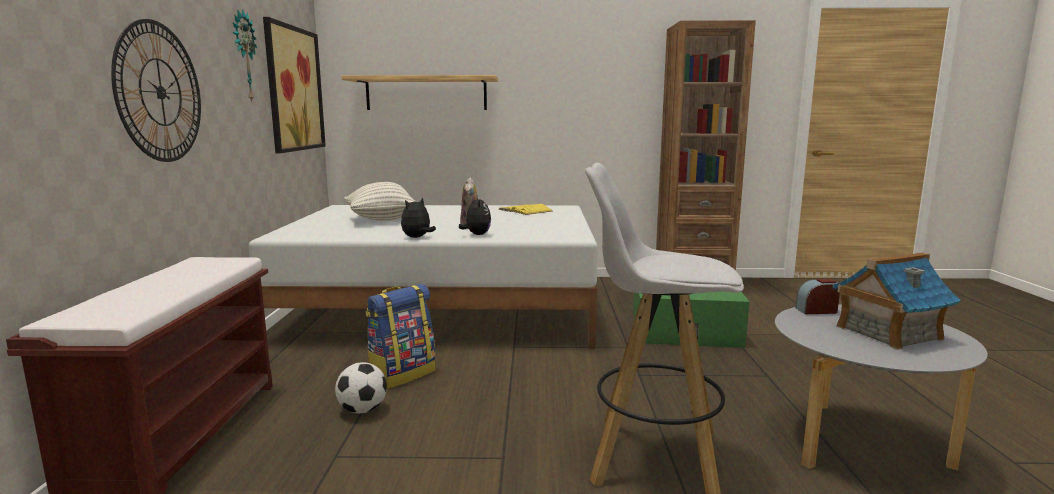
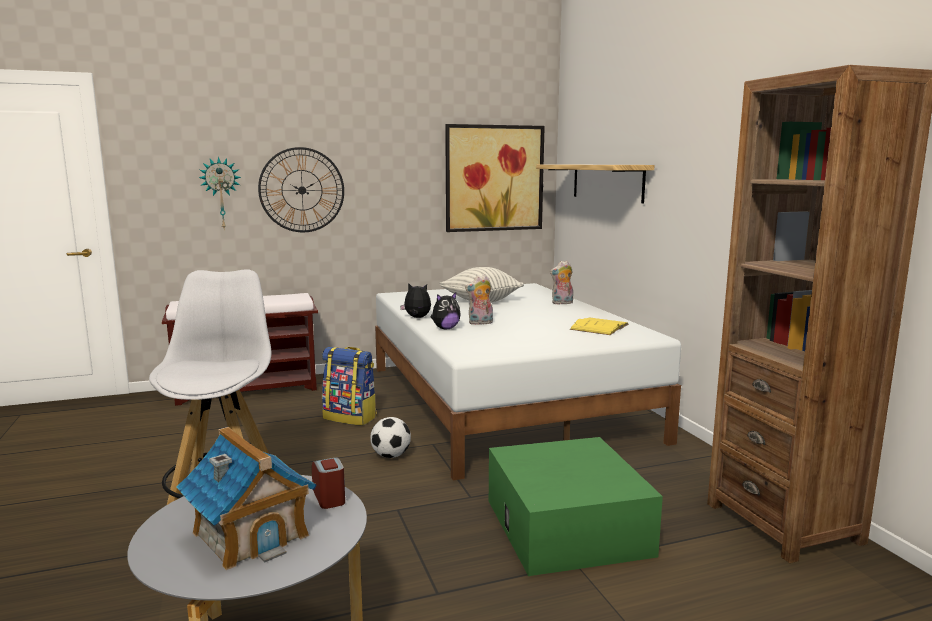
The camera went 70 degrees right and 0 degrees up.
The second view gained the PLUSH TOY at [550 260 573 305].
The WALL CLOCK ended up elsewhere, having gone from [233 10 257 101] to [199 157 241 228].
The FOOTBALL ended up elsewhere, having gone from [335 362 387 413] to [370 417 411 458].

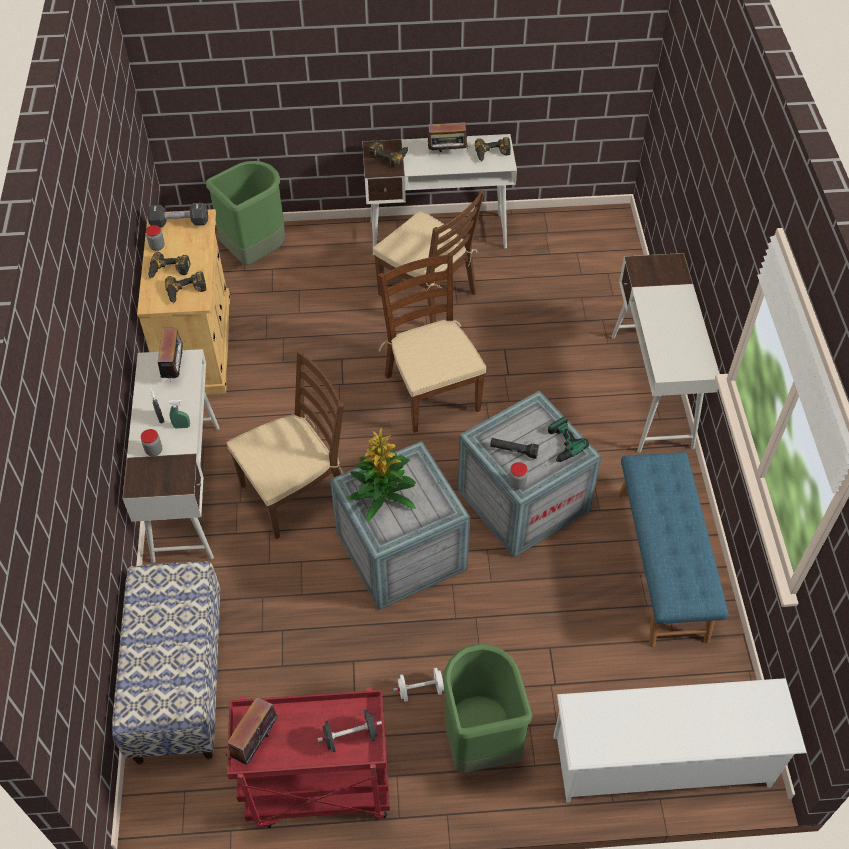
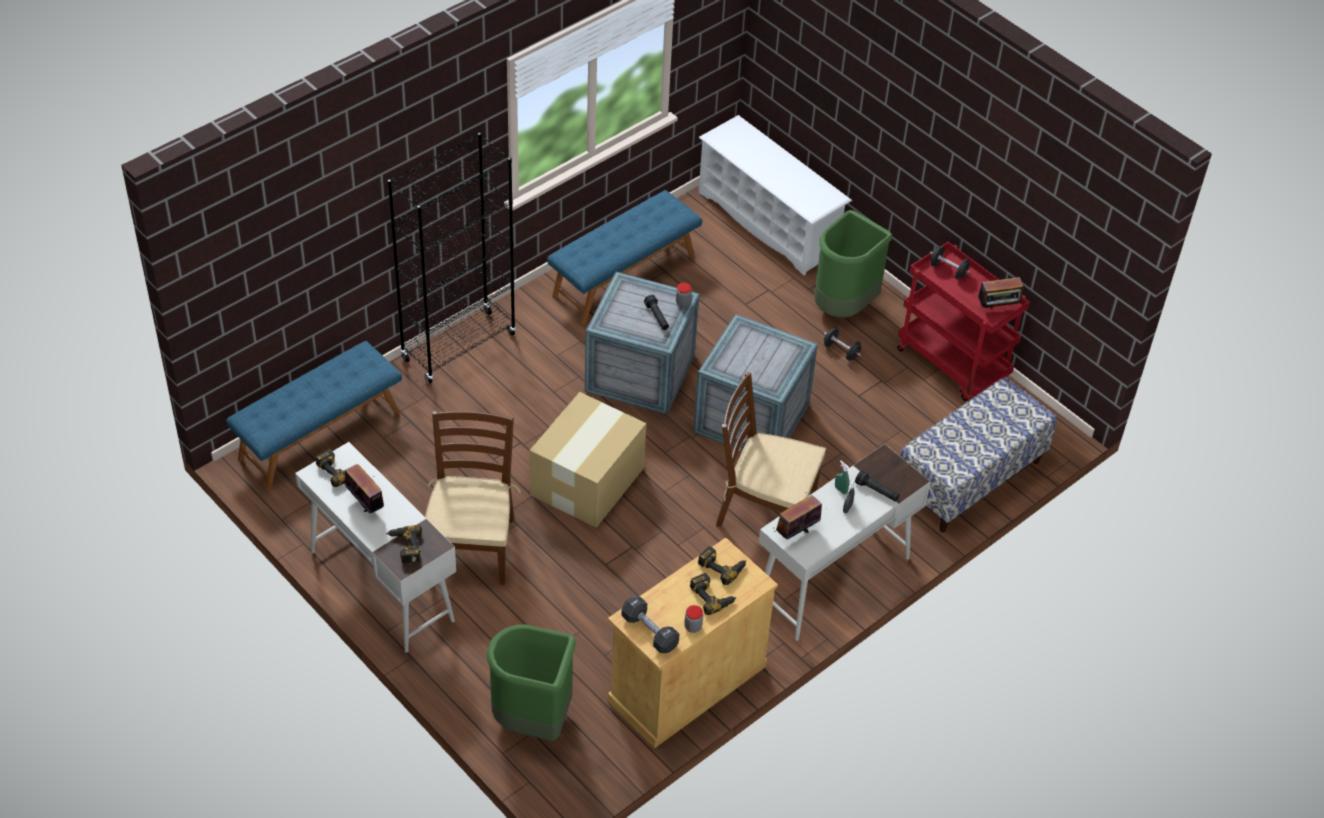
The camera went 130 degrees left and 5 degrees down.
The second view lost the POTTED PLANT at [348 427 416 522].
The second view lost the POWER DRILL at [548 417 589 465].
The second view gained the BLUE BENCH at [226 341 402 490].
Where the JAR stood at [141 429 162 456], the BLACK FLASHLIGHT came to stand at [855 471 899 502].
Where the BROWN CHAIR stood at [378 253 486 433], the CARDBOARD BOX came to stand at [529 392 646 528].
Where the WHITE DESK stood at [611 253 720 453], the BLACK BOOKCASE came to stand at [388 132 516 383].
What was the WHITE DUMBBELL at [393 668 444 702] turned into the BLACK DUMBBELL at [824 327 861 361].

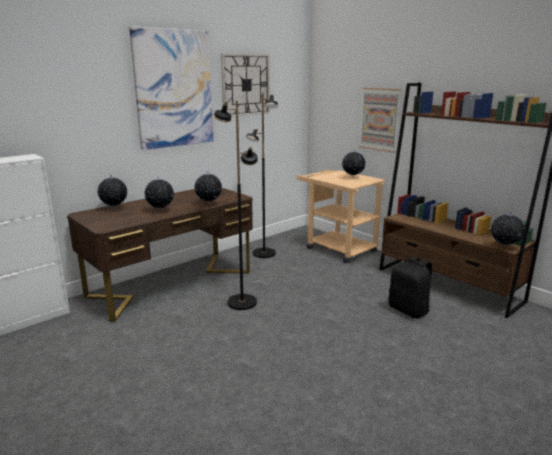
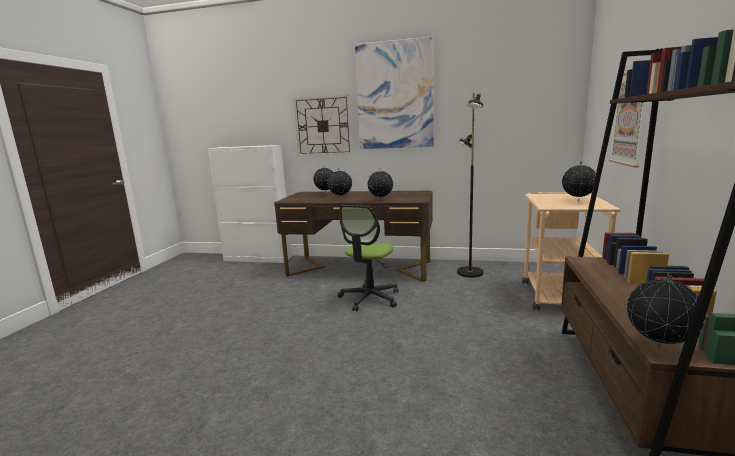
The camera went 55 degrees right and 5 degrees down.
The second view lost the BLACK BACKPACK at [389 256 432 318].
The WALL CLOCK ended up elsewhere, having gone from [221 53 270 117] to [293 95 352 156].
Where the BLACK FLOOR LAMP stood at [213 101 258 310], the OFFICE CHAIR came to stand at [338 205 399 311].

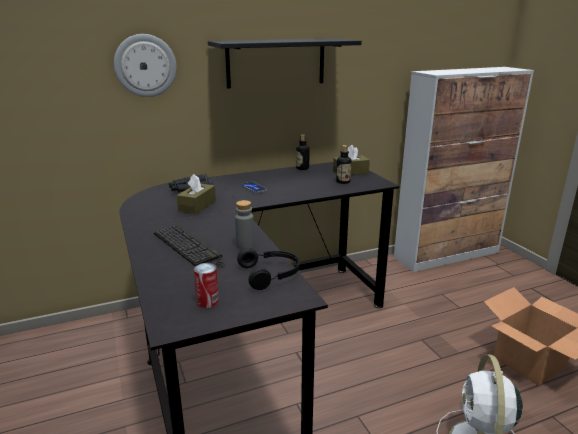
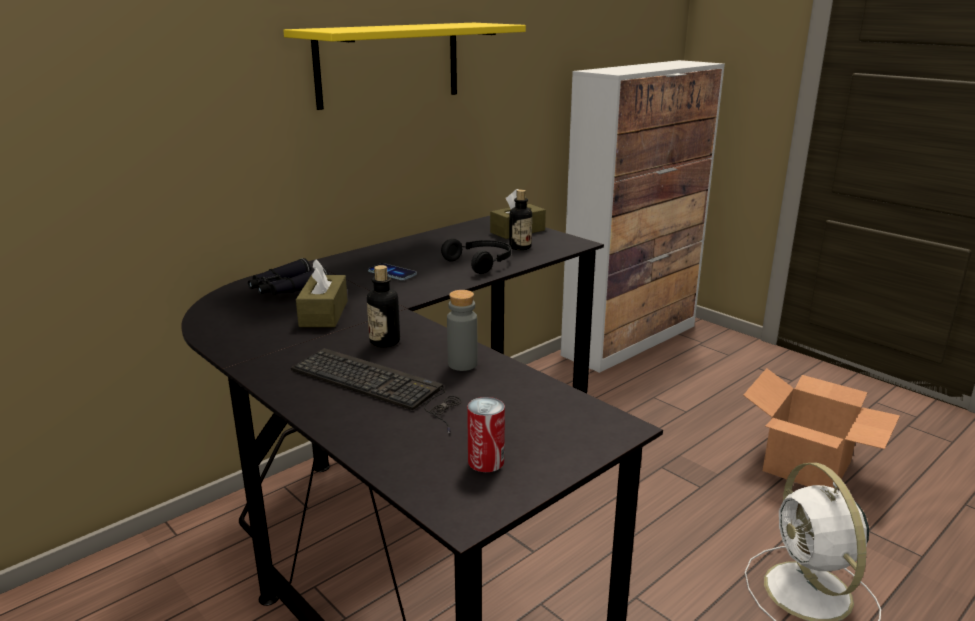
The camera went 20 degrees left and 0 degrees up.
The second view lost the WALL CLOCK at [114 34 177 97].
The BLACK HEADPHONES ended up elsewhere, having gone from [237 248 300 290] to [441 239 511 274].
The BOTTLE ended up elsewhere, having gone from [296 134 310 170] to [367 265 400 347].
What was the BLACK SHELF at [208 39 362 88] turned into the YELLOW SHELF at [283 23 526 110].

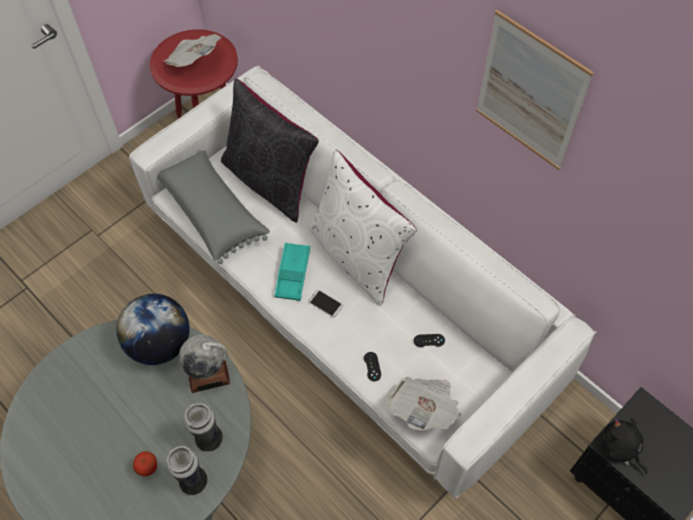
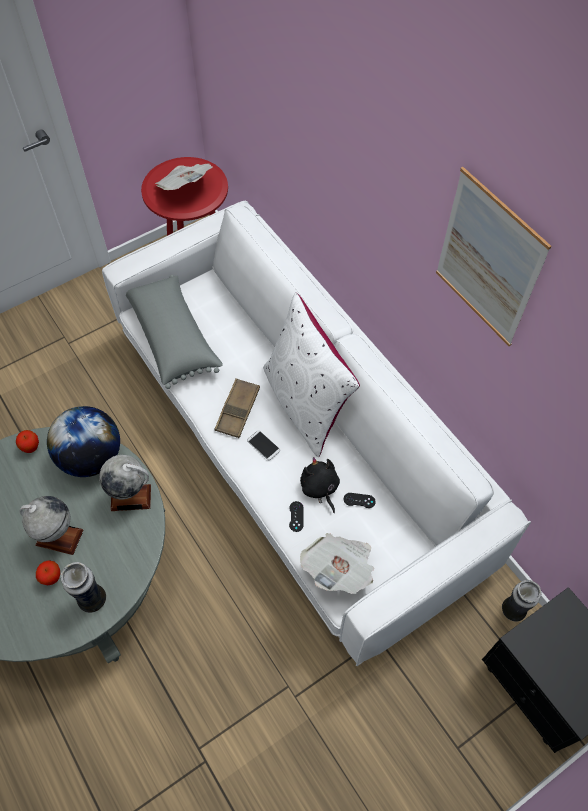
The camera went 10 degrees right and 0 degrees up.
The second view lost the BLACK PILLOW at [221 78 319 223].
The second view gained the APPLE at [16 430 39 453].
The second view gained the GLOBE at [19 496 84 555].
The VASE ended up elsewhere, having gone from [184 403 223 452] to [502 580 542 622].
The BLACK PLUSH TOY ended up elsewhere, having gone from [602 418 647 474] to [300 457 340 513].
What was the TURQUOISE TRAY at [274 243 310 301] turned into the BROWN TRAY at [215 378 260 438].

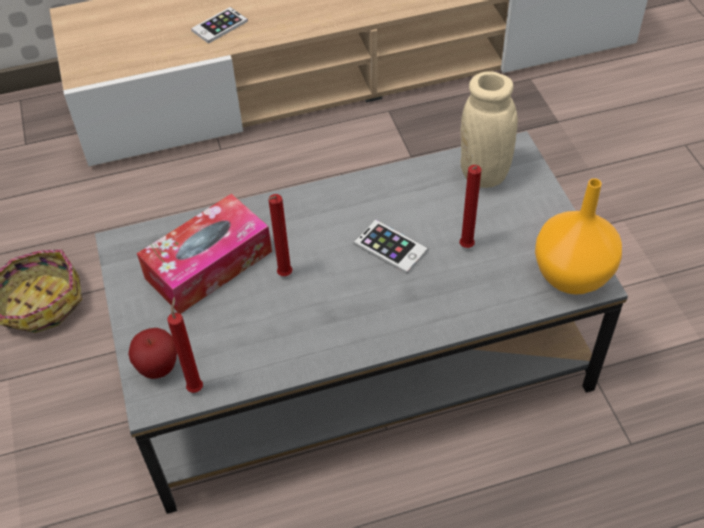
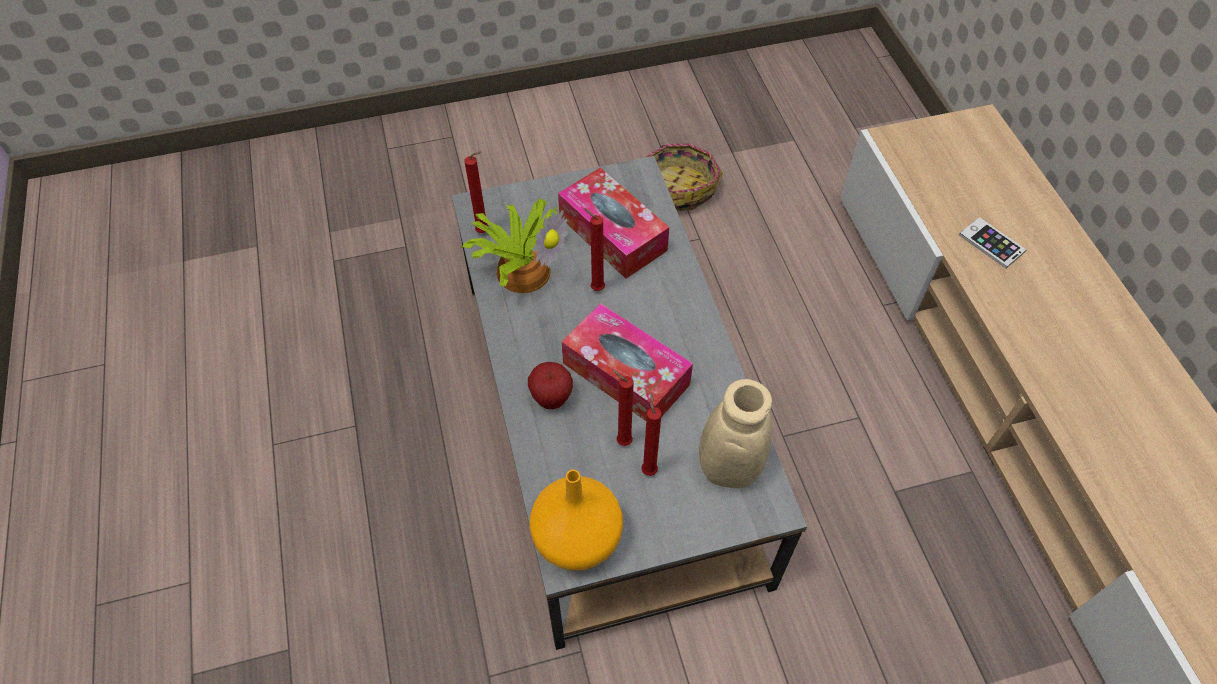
The camera went 90 degrees right and 5 degrees up.
The second view gained the POTTED PLANT at [461 198 568 293].
The second view gained the RED CANDLE at [642 393 662 476].
The APPLE ended up elsewhere, having gone from [128 328 177 379] to [528 362 573 409].
Where the PHONE stood at [354 220 428 274], the TISSUE BOX came to stand at [562 303 693 421].

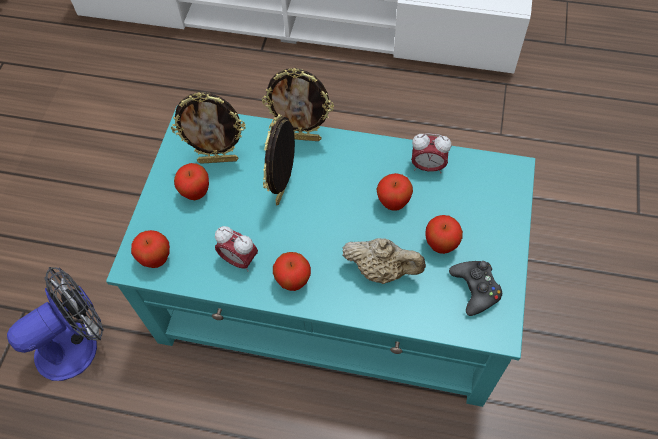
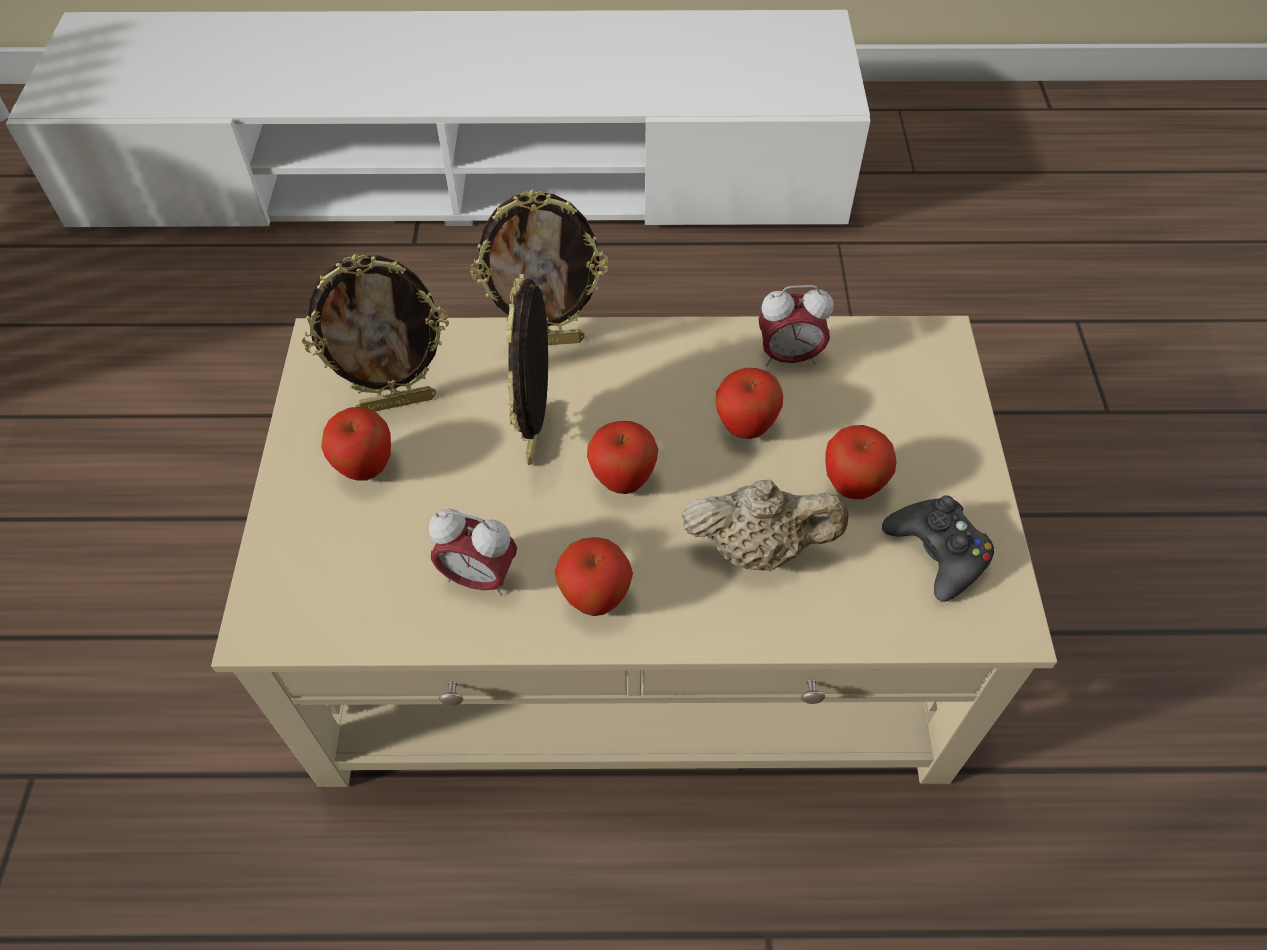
The camera went 15 degrees left and 5 degrees down.
The second view lost the FAN at [7 267 104 381].
The APPLE ended up elsewhere, having gone from [131 230 170 268] to [587 421 658 494].
What was the TURQUOISE COFFEE TABLE at [106 105 535 407] turned into the BEIGE COFFEE TABLE at [211 316 1057 787].

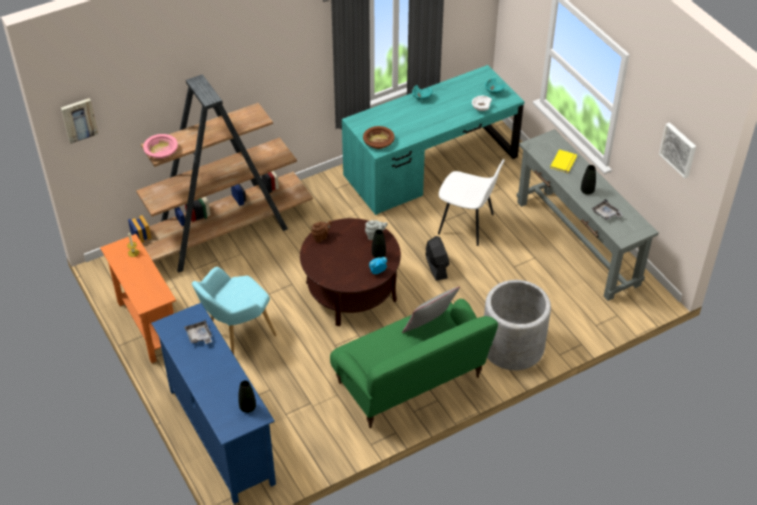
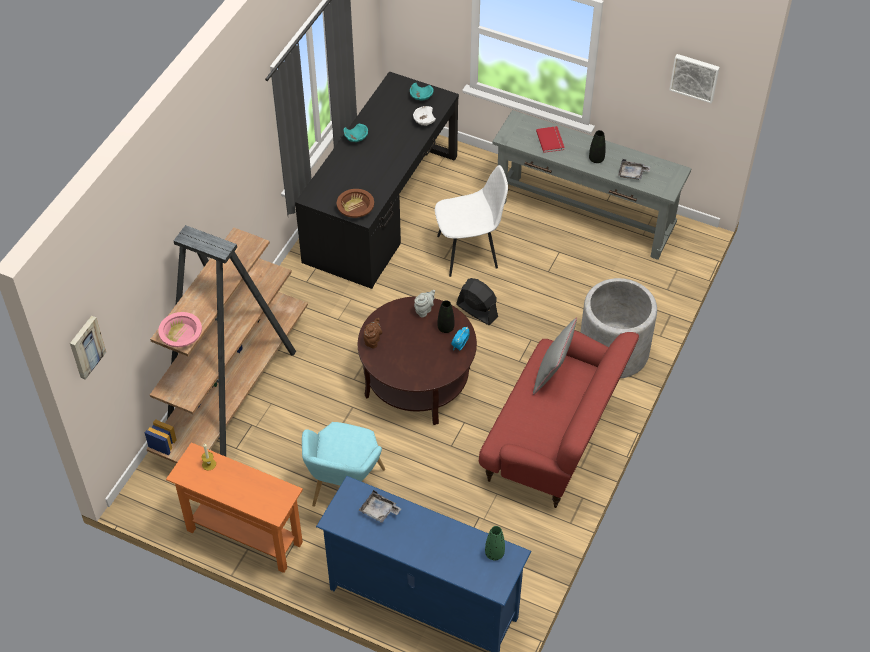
The camera went 35 degrees left and 5 degrees up.
What was the BLACK VASE at [238 380 256 413] turned into the GREEN VASE at [485 526 505 560].
What was the GREEN SOFA at [330 299 498 428] turned into the RED SOFA at [479 330 639 508].
What was the TURQUOISE DESK at [342 65 525 215] turned into the BLACK DESK at [295 71 459 289].
What was the YELLOW BOOK at [550 149 577 173] turned into the RED BOOK at [536 126 565 153].

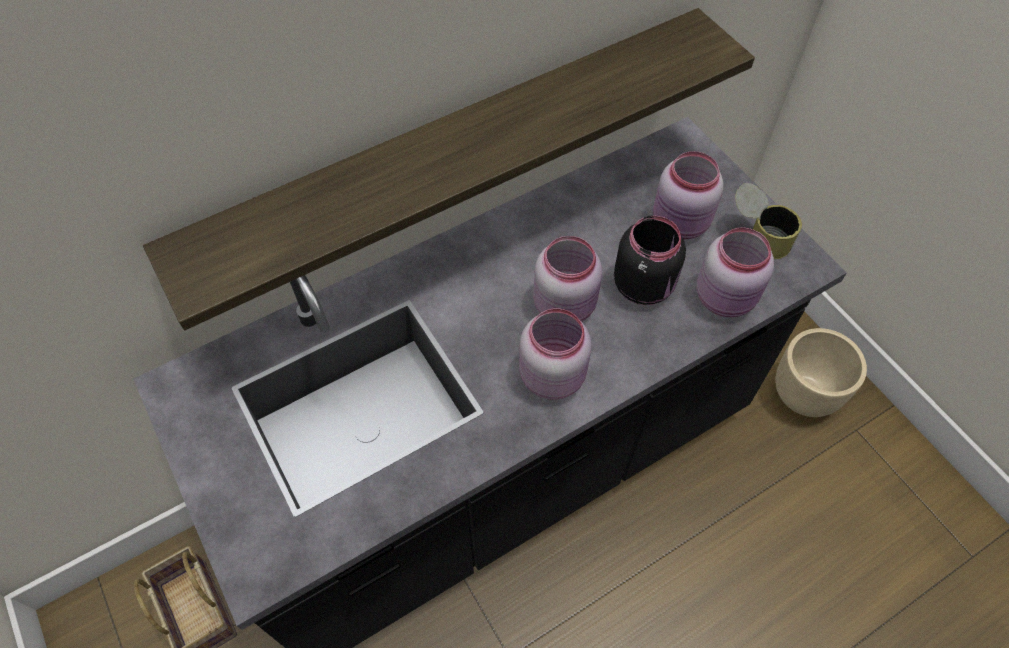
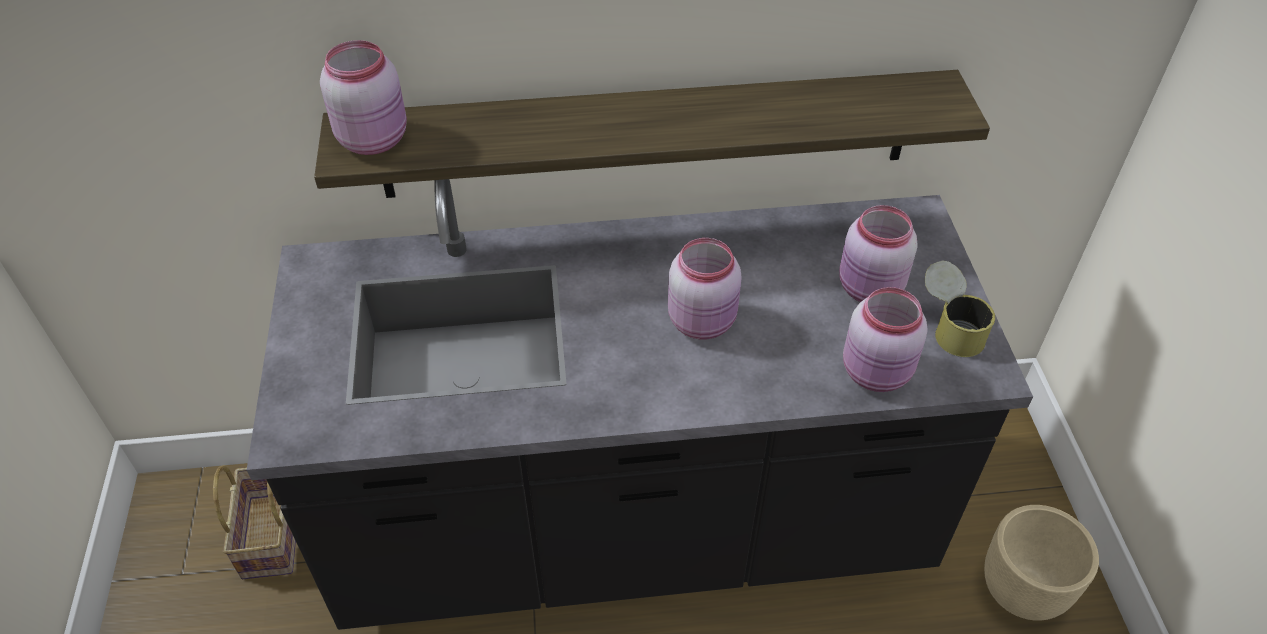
The camera went 25 degrees right and 10 degrees down.
The second view lost the BLACK JAR at [614 216 686 305].
The PINK JAR ended up elsewhere, having gone from [519 308 591 400] to [320 40 407 155].

